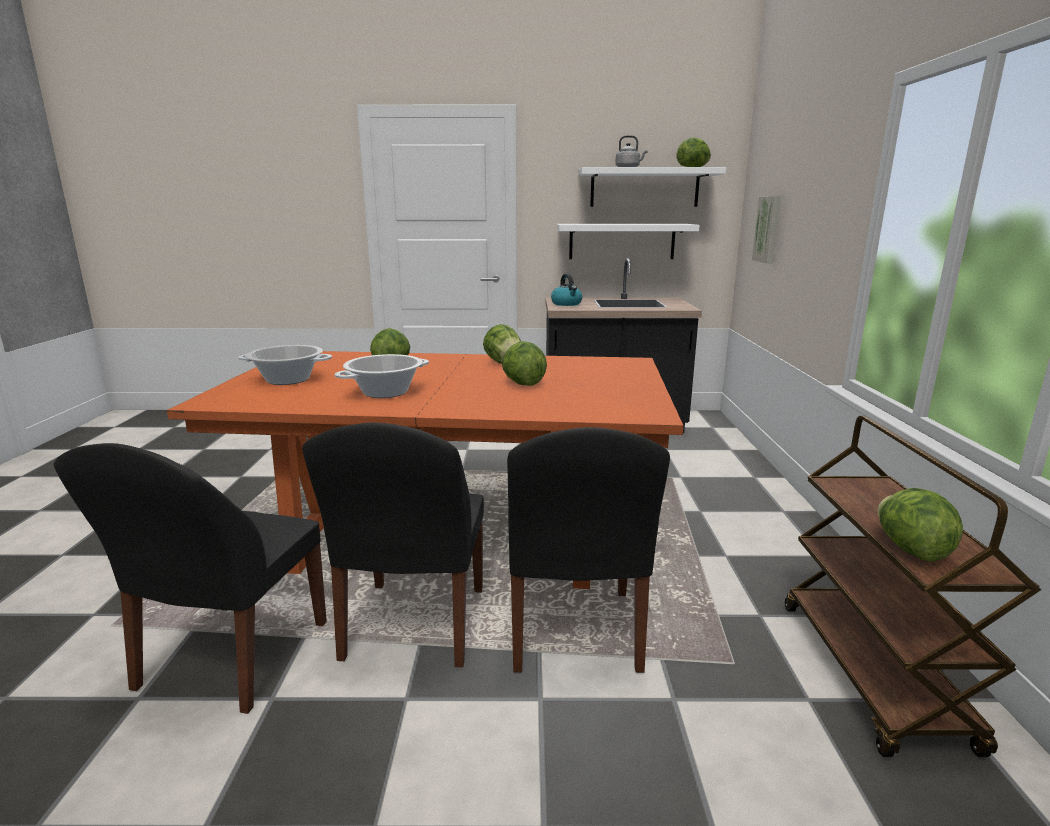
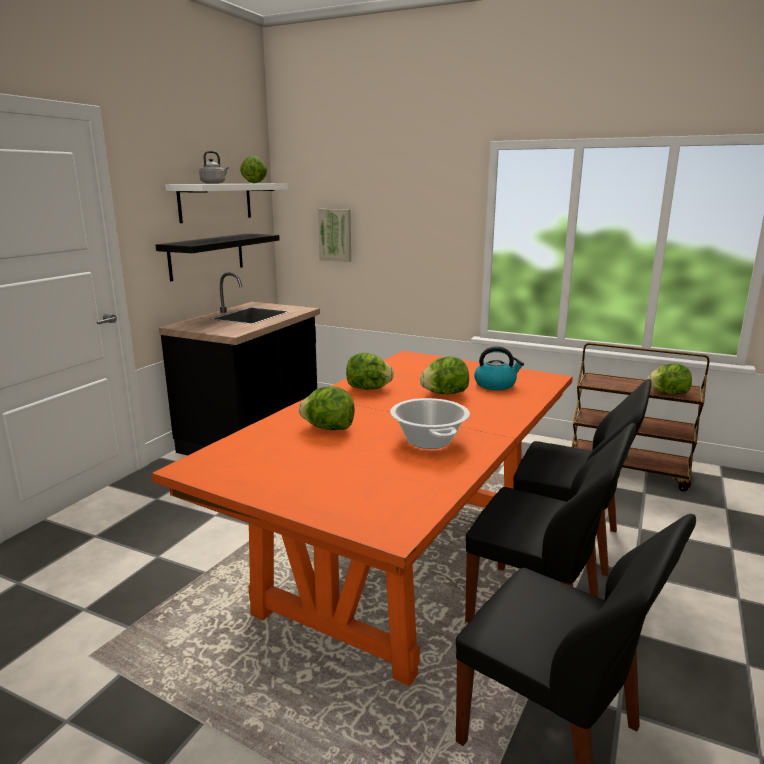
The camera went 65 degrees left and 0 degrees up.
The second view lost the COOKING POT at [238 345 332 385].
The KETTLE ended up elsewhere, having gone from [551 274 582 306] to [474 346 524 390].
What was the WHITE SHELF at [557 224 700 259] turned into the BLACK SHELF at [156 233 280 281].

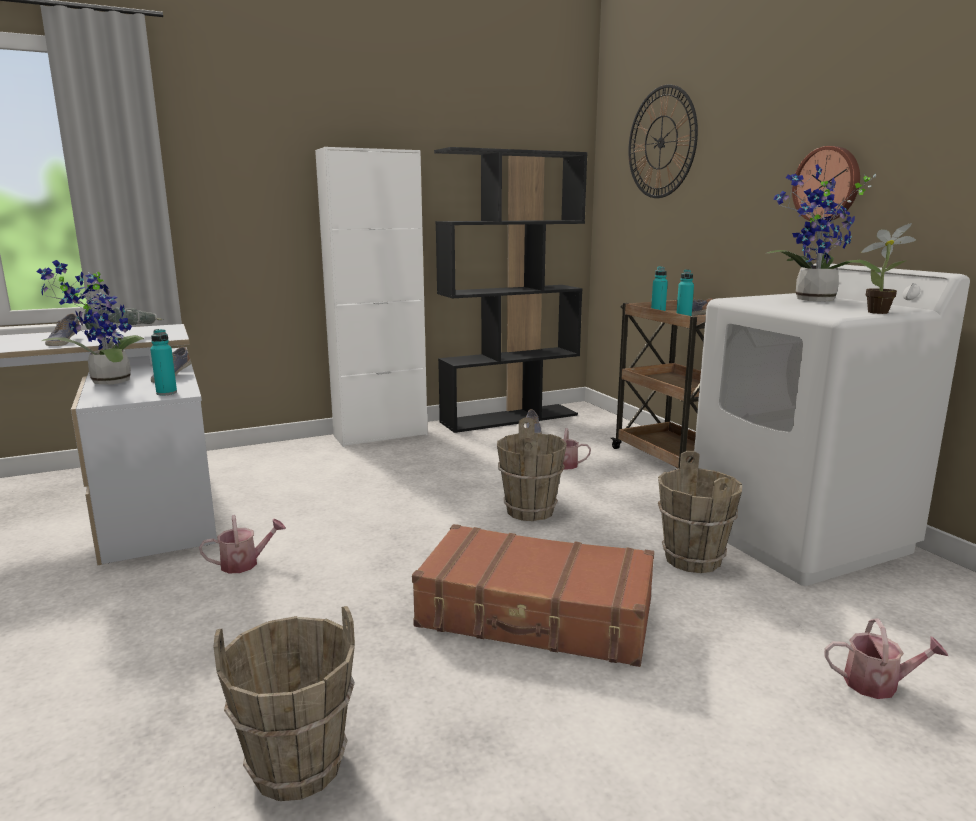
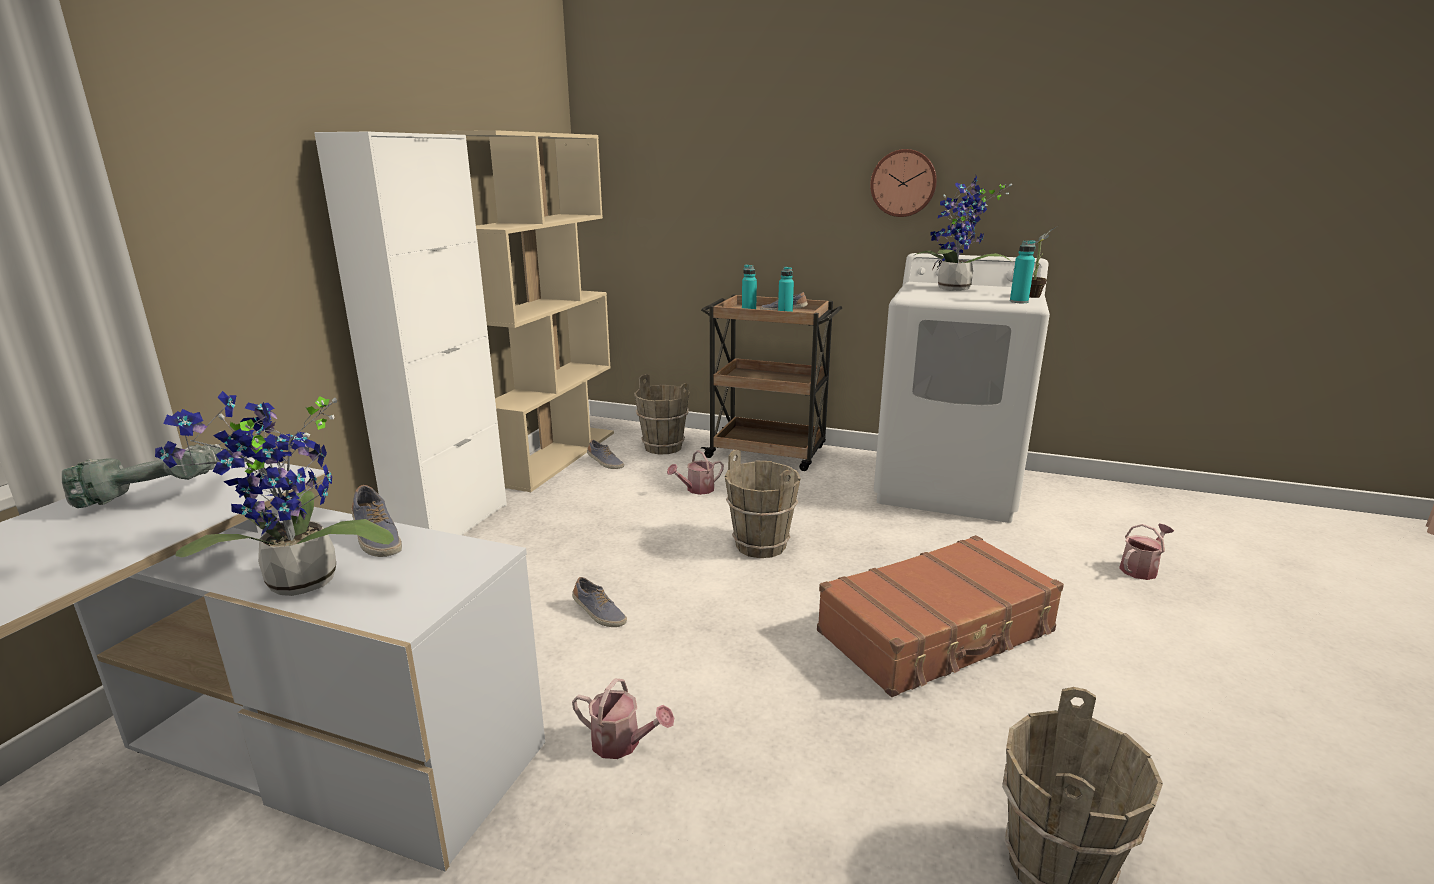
The camera went 45 degrees left and 5 degrees up.
The second view lost the WALL CLOCK at [628 84 698 198].
The SHOE ended up elsewhere, having gone from [45 313 81 346] to [572 577 627 627].
The TURQUOISE BOTTLE ended up elsewhere, having gone from [150 329 177 396] to [1010 240 1036 303].
The BROWN BUCKET ended up elsewhere, having gone from [658 451 742 573] to [634 374 690 454].
What was the BLACK BOOKCASE at [434 147 588 433] turned into the BEIGE BOOKCASE at [446 130 614 492].
The WATERING CAN at [199 515 286 573] ended up facing another way, 90 degrees clockwise from before.

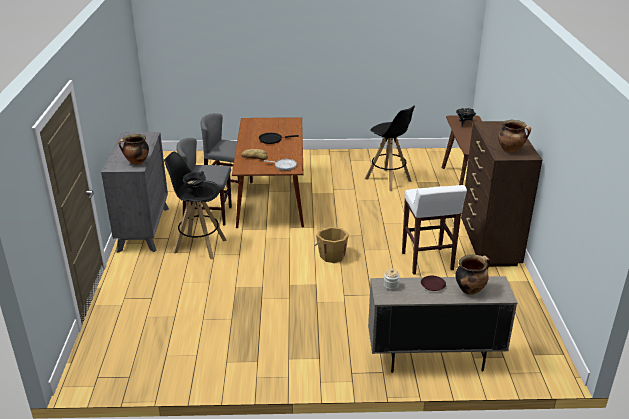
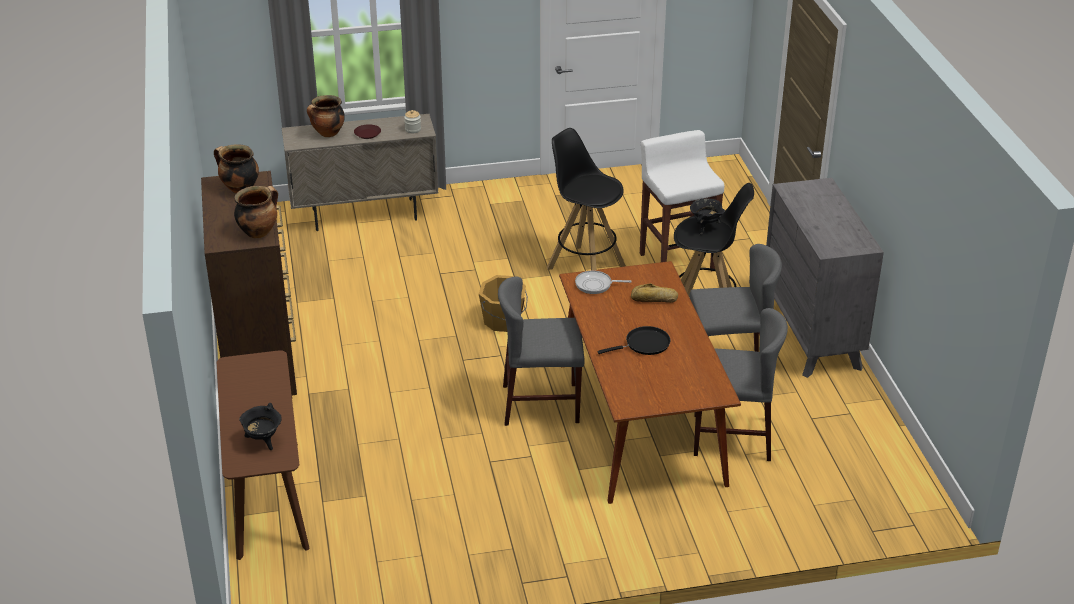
The camera went 170 degrees right and 5 degrees up.
The second view gained the GREY CHAIR at [498 276 585 426].
The COOKING POT ended up elsewhere, having gone from [118 134 149 165] to [234 186 278 238].
The BLACK STOOL ended up elsewhere, having gone from [365 106 415 191] to [547 128 626 270].
The WHITE STOOL ended up elsewhere, having gone from [402 185 467 275] to [640 130 724 269].

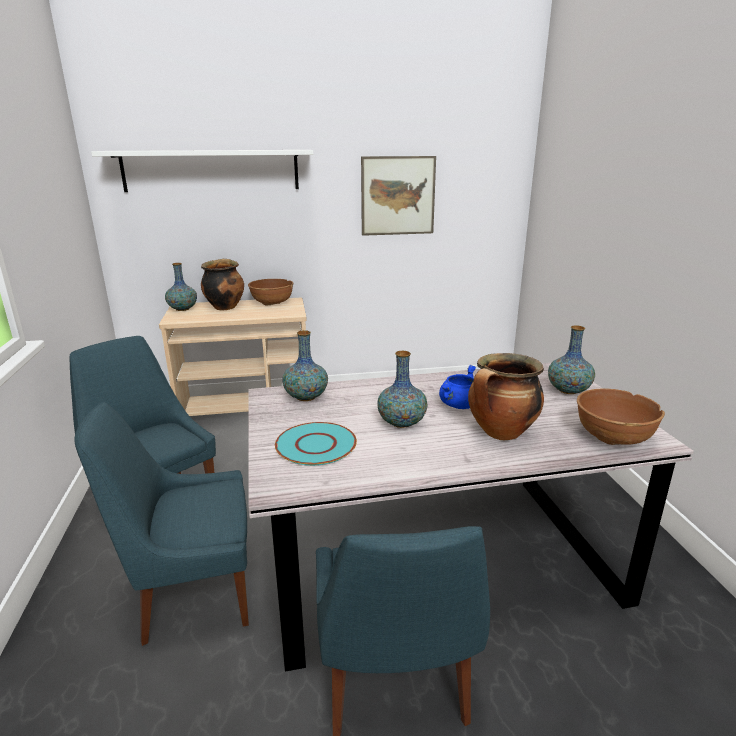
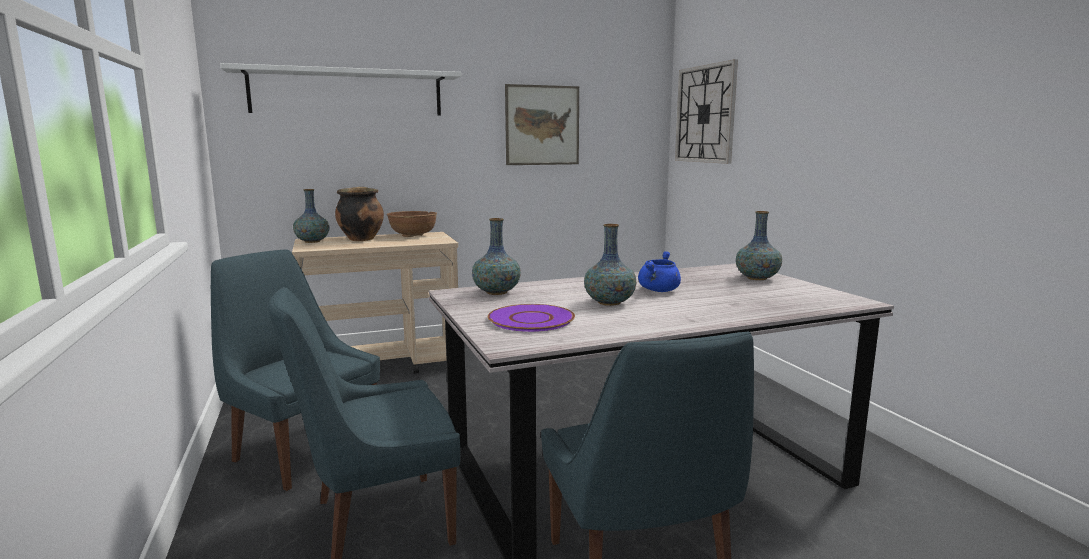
The camera went 10 degrees left and 10 degrees down.
The second view lost the COOKING POT at [468 353 544 440].
The second view lost the BROWN BOWL at [577 388 665 445].
The second view gained the WALL CLOCK at [675 59 738 164].
What was the TURQUOISE PLATE at [275 422 357 466] turned into the PURPLE PLATE at [488 304 575 332].

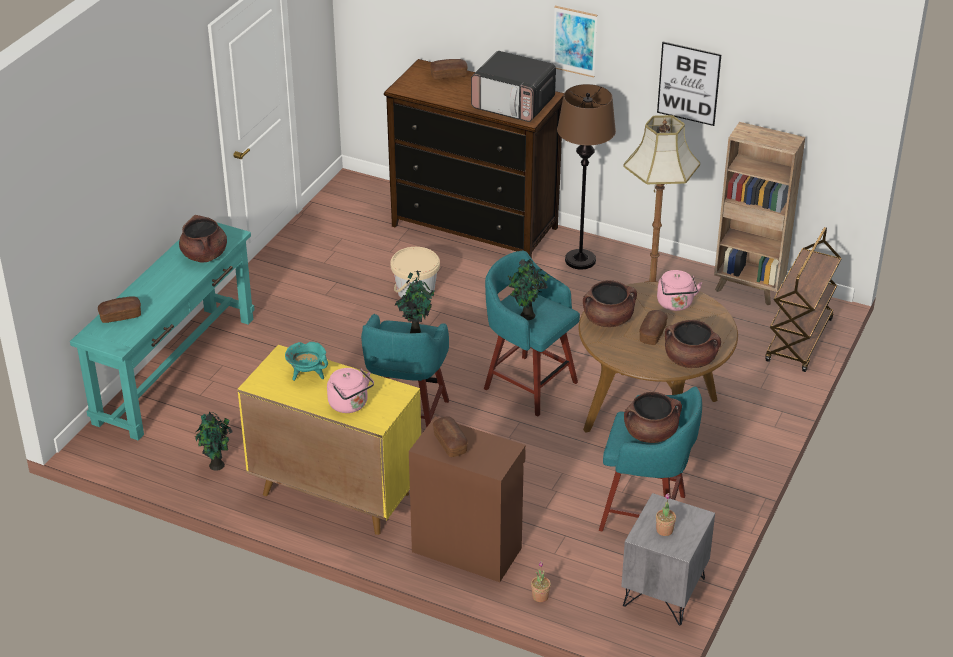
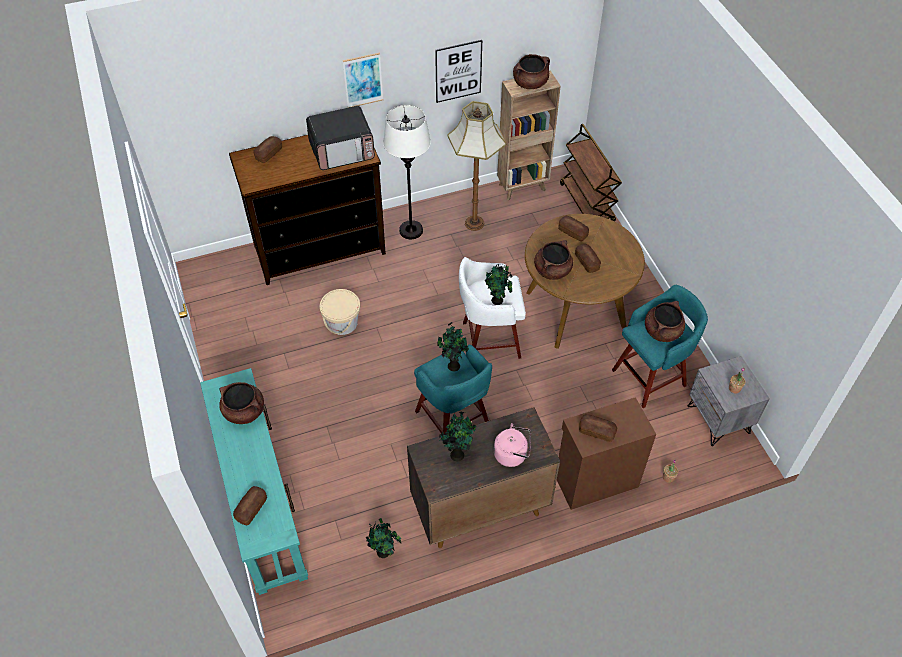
The camera went 45 degrees left and 15 degrees up.
The BROWN COOKING POT ended up elsewhere, having gone from [665 320 721 368] to [513 54 550 89].
Where the TURQUOISE COOKING POT stood at [285 341 328 381], the POTTED PLANT came to stand at [439 412 476 462].
Where the PINK KETTLE stood at [657 270 702 311], the BREAD came to stand at [558 216 589 241].
What was the YELLOW CABINET at [237 345 421 535] turned into the BROWN CABINET at [407 407 560 548].
What was the TURQUOISE STOOL at [484 251 580 416] turned into the WHITE STOOL at [459 257 526 359].
What was the BROWN FLOOR LAMP at [557 84 616 270] turned into the WHITE FLOOR LAMP at [383 105 431 239].

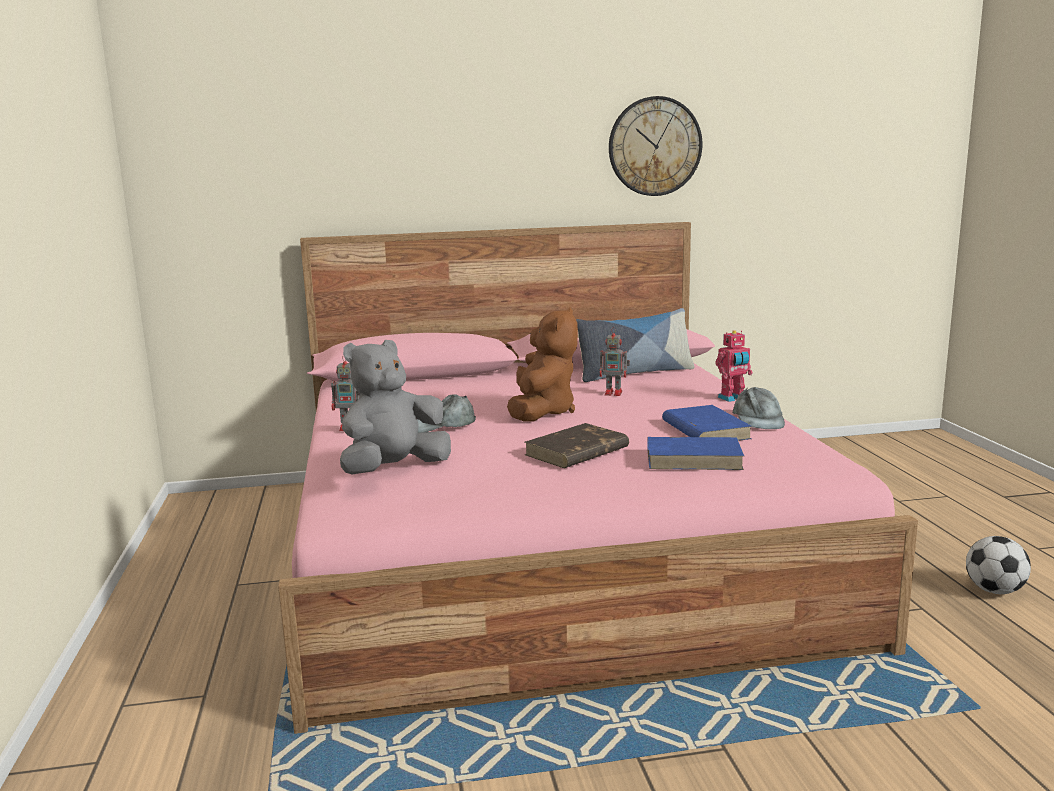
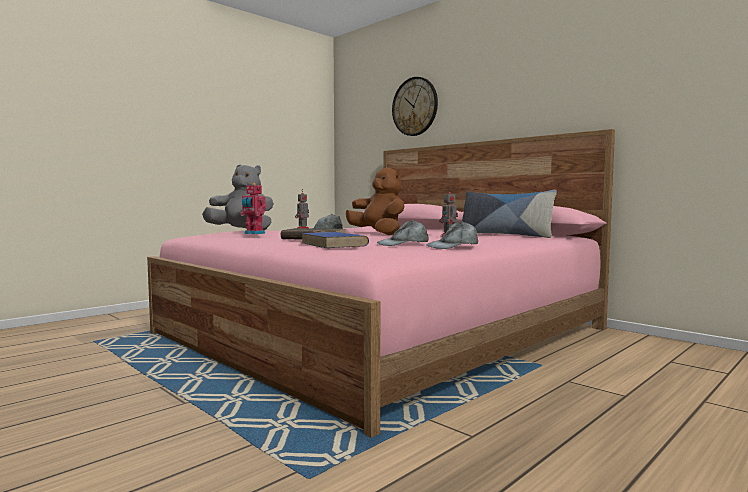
The camera went 55 degrees right and 10 degrees down.
The second view lost the FOOTBALL at [966 536 1031 594].
The WALL CLOCK ended up elsewhere, having gone from [609 96 703 196] to [392 77 438 136].
The TOY ROBOT ended up elsewhere, having gone from [715 330 753 402] to [240 183 267 234].
Where the BLUE BOOK stood at [662 405 752 441], the GREY CAP came to stand at [377 220 429 246].
The BROWN PLUSH TOY at [507 307 578 422] ended up facing another way, 105 degrees counterclockwise from before.

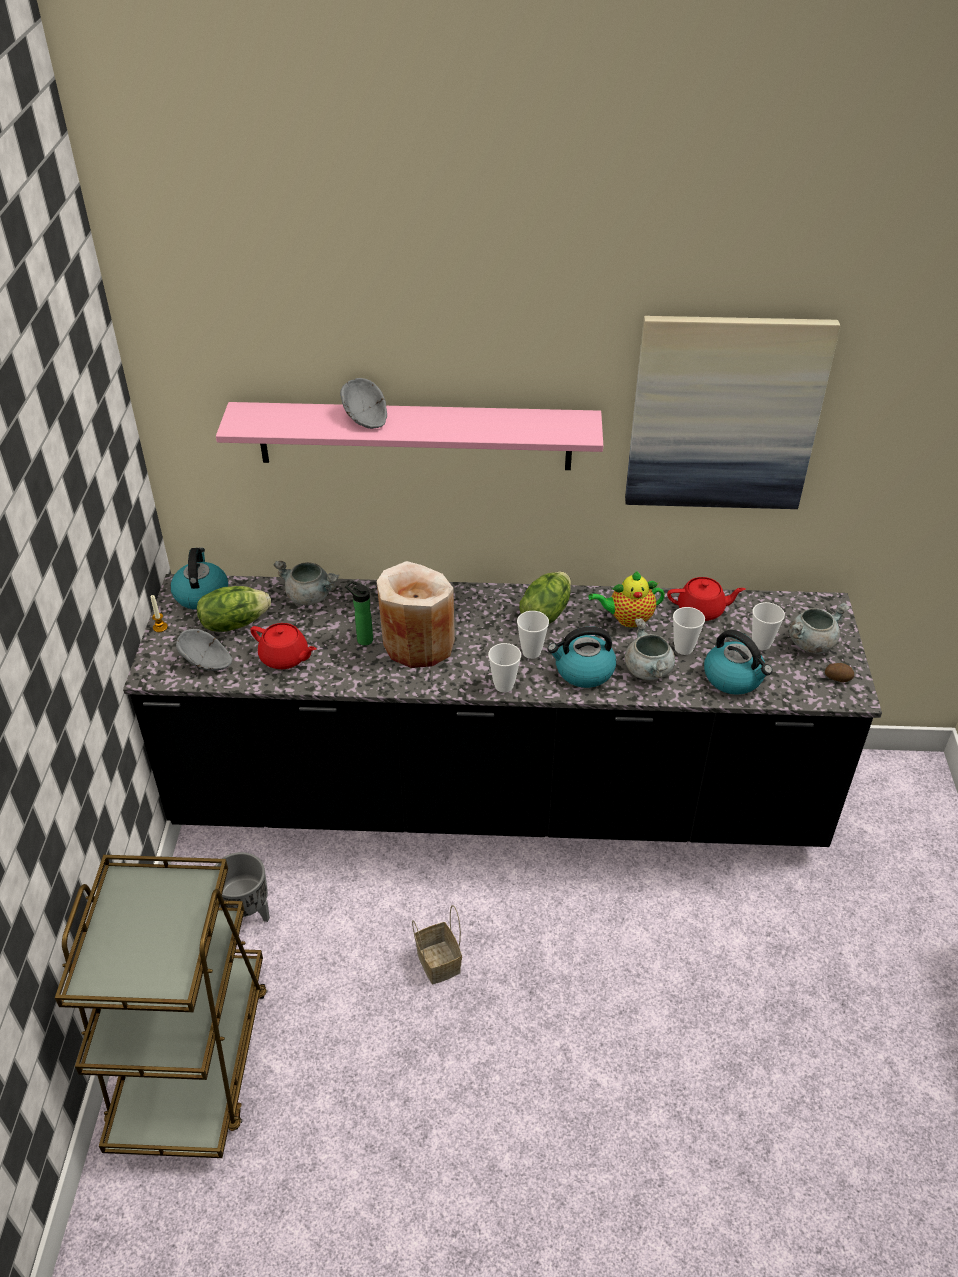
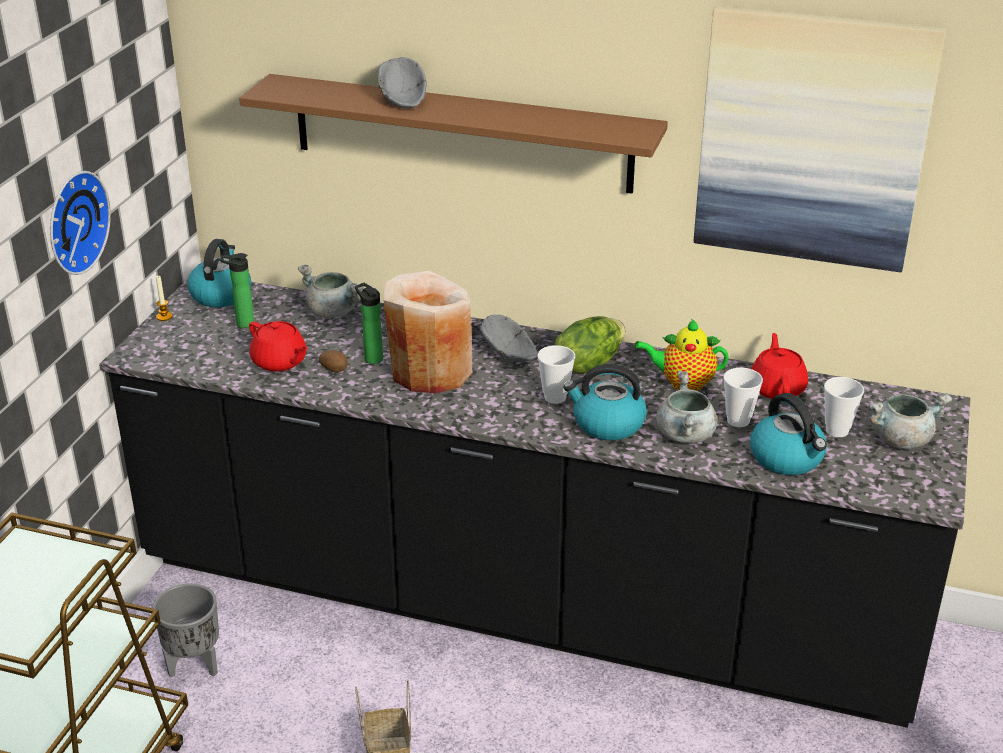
The camera went 15 degrees right and 10 degrees down.
The second view lost the CUP at [488 643 521 692].
The second view gained the WALL CLOCK at [50 171 111 275].
The GREY BOWL ended up elsewhere, having gone from [176 629 232 671] to [480 315 538 362].
The POTATO ended up elsewhere, having gone from [825 663 854 682] to [319 350 348 372].
Where the LETTUCE stood at [197 586 271 632], the BOTTLE came to stand at [221 253 254 328].
What was the PINK SHELF at [216 402 603 470] turned into the BROWN SHELF at [239 74 668 194].
The RED TEAPOT at [667 577 745 621] ended up facing another way, 105 degrees counterclockwise from before.

